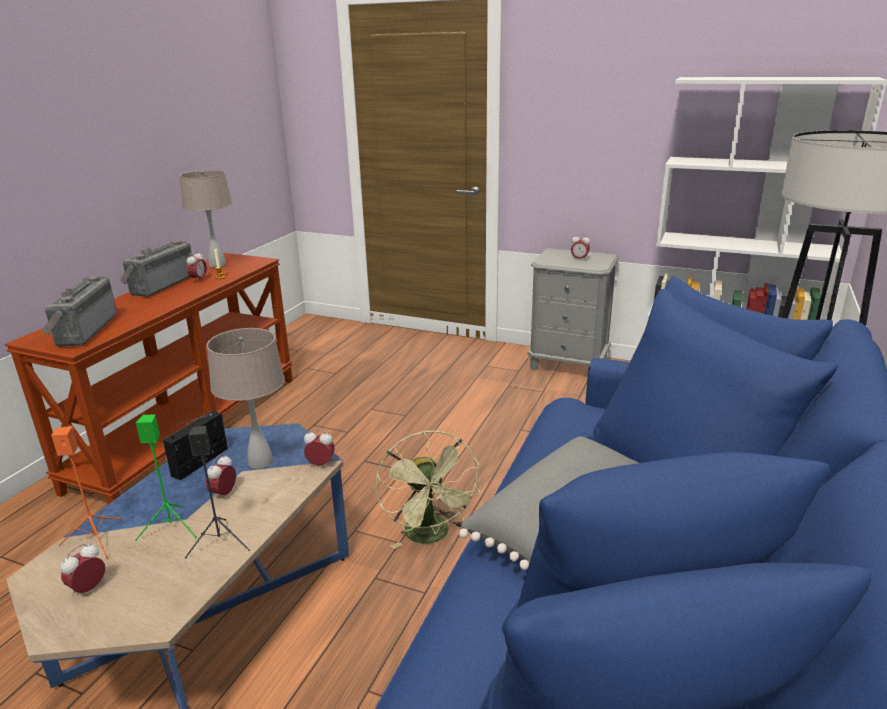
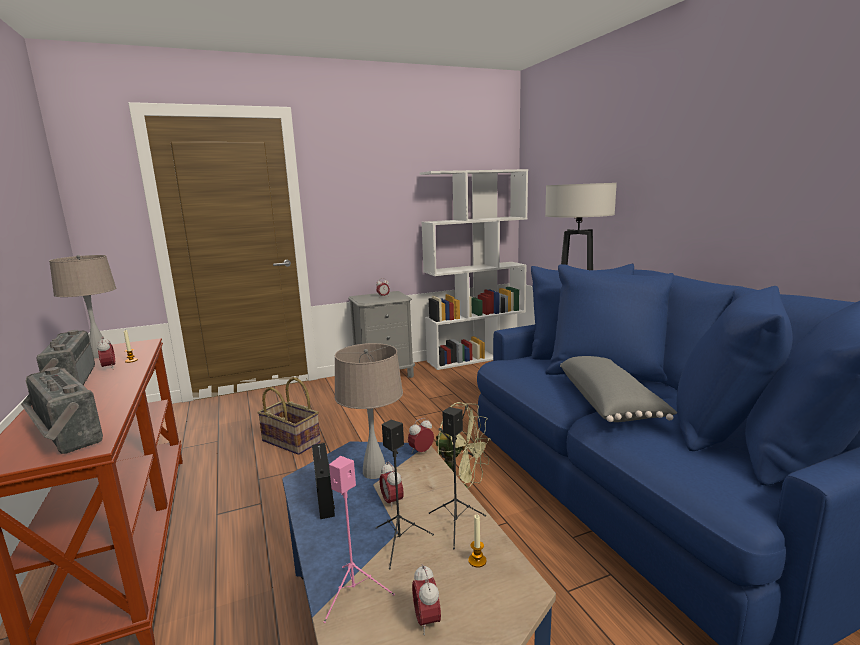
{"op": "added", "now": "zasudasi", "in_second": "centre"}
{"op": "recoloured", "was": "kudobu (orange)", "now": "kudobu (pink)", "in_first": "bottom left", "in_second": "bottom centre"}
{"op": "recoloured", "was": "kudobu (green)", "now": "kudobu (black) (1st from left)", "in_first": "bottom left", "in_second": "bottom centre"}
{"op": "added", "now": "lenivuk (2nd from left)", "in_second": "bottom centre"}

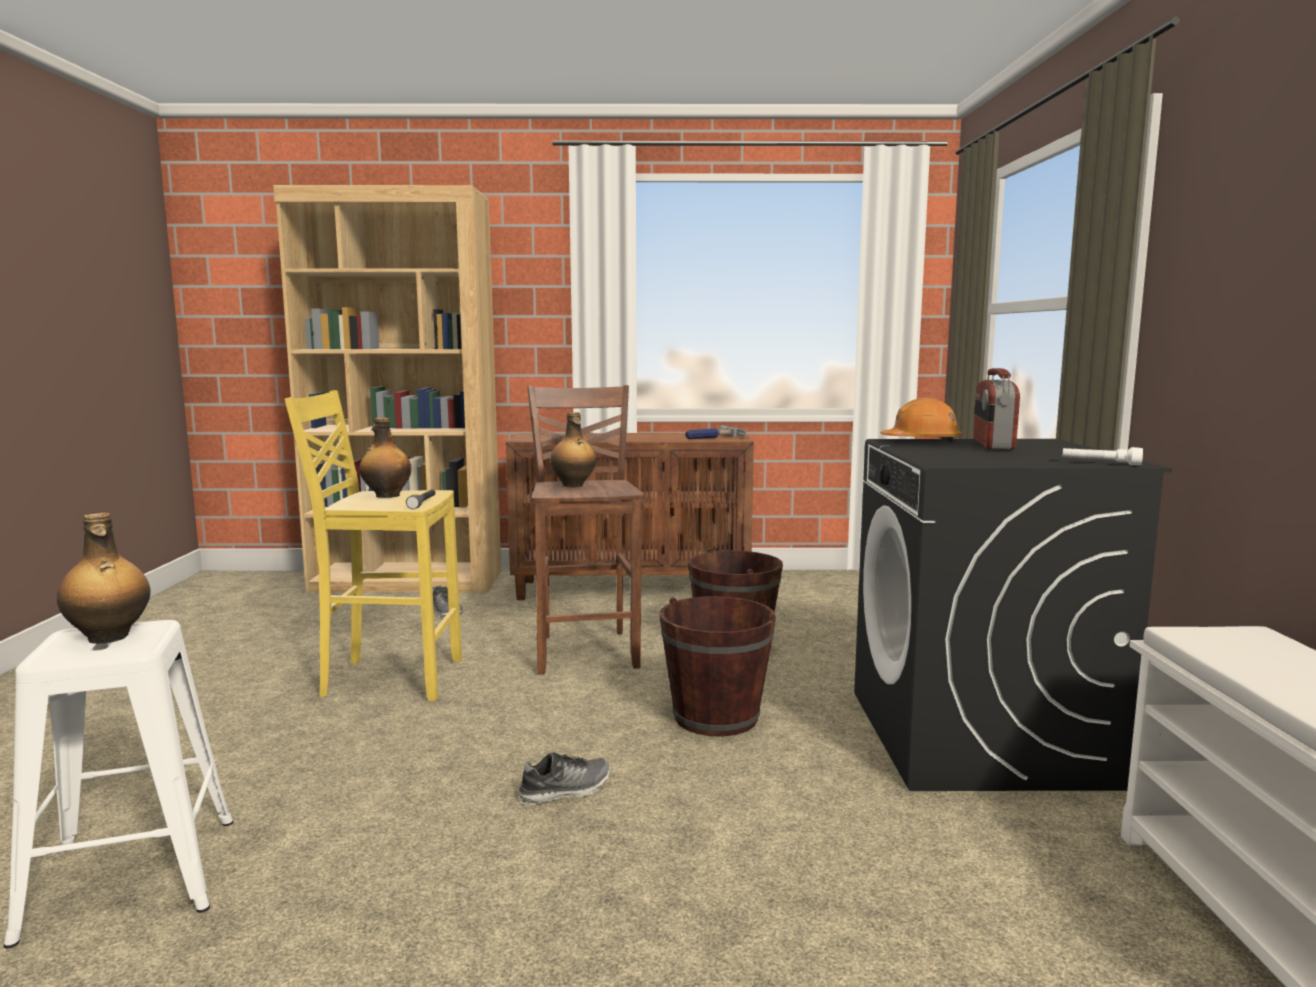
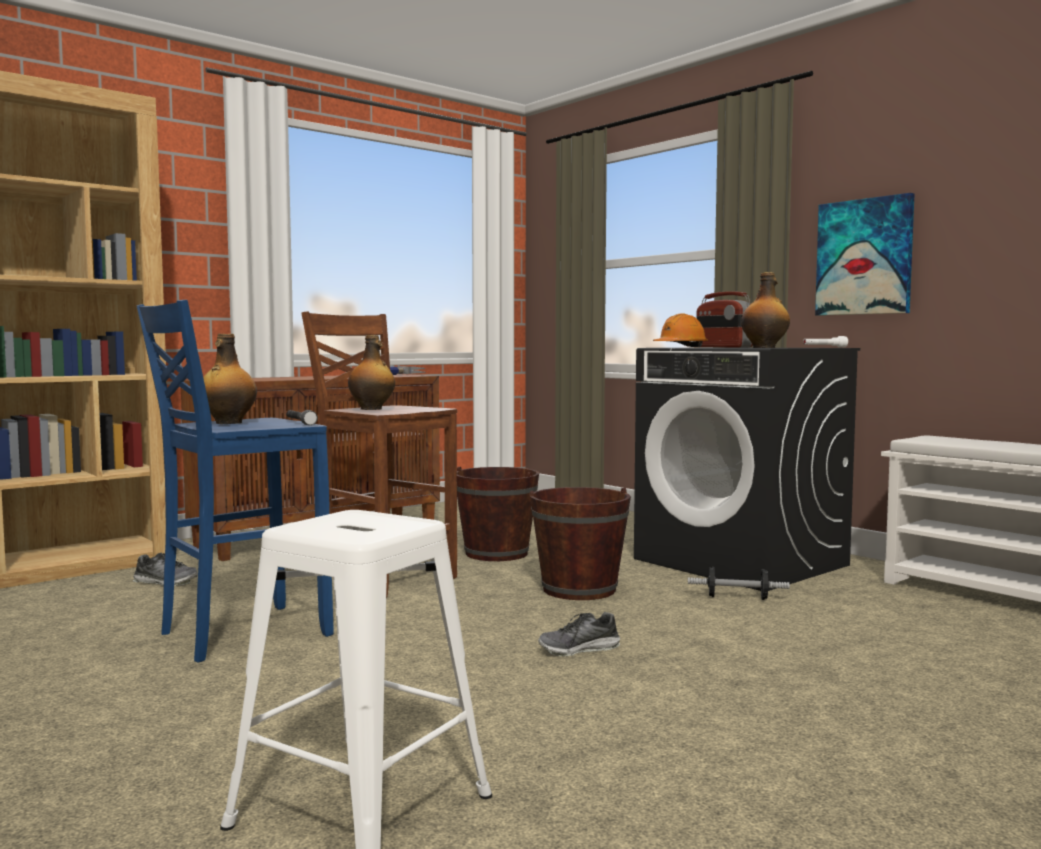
{"op": "recoloured", "was": "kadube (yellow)", "now": "kadube (blue)", "in_first": "middle left", "in_second": "middle left"}
{"op": "turned", "was": "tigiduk (2nd from left)", "in_first": "bottom centre", "in_second": "bottom centre", "clockwise": -135}
{"op": "added", "now": "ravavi", "in_second": "bottom right"}
{"op": "moved", "was": "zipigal (1st from left in the first image)", "now": "zipigal (3rd from left)", "in_first": "middle left", "in_second": "middle right"}
{"op": "added", "now": "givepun", "in_second": "top right"}

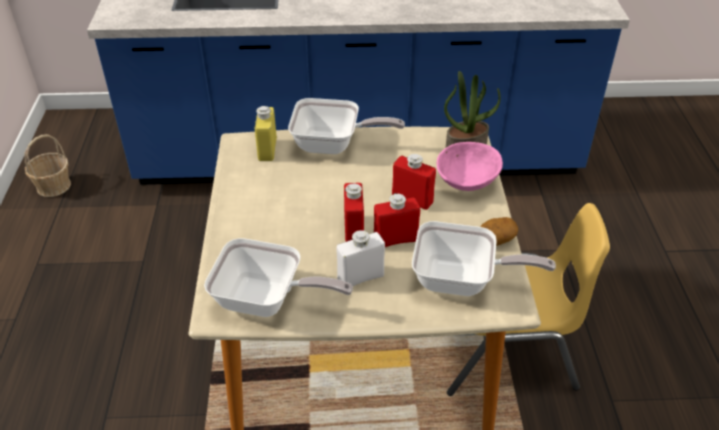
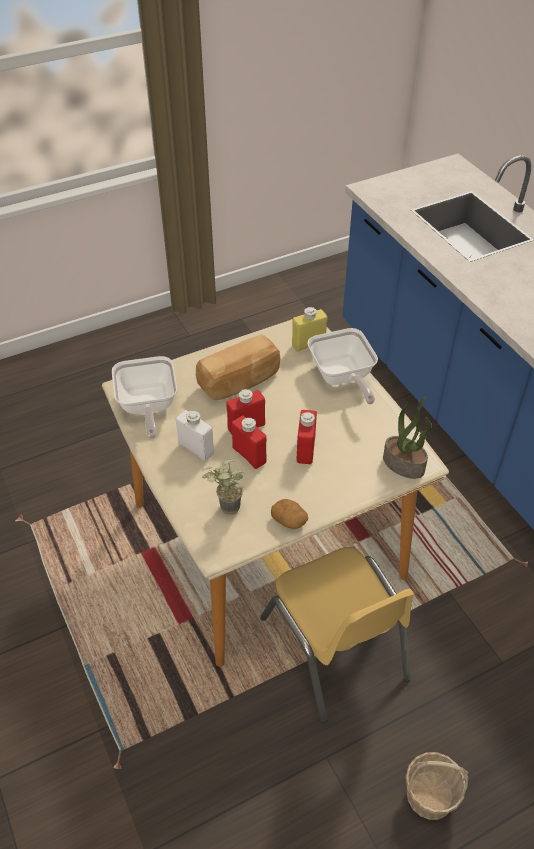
{"op": "added", "now": "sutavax", "in_second": "centre"}
{"op": "replaced", "was": "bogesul (3rd from left)", "now": "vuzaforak (1st from left)", "in_first": "middle right", "in_second": "centre"}
{"op": "moved", "was": "zasudasi", "in_first": "middle left", "in_second": "bottom right"}
{"op": "removed", "was": "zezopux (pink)", "in_first": "centre"}

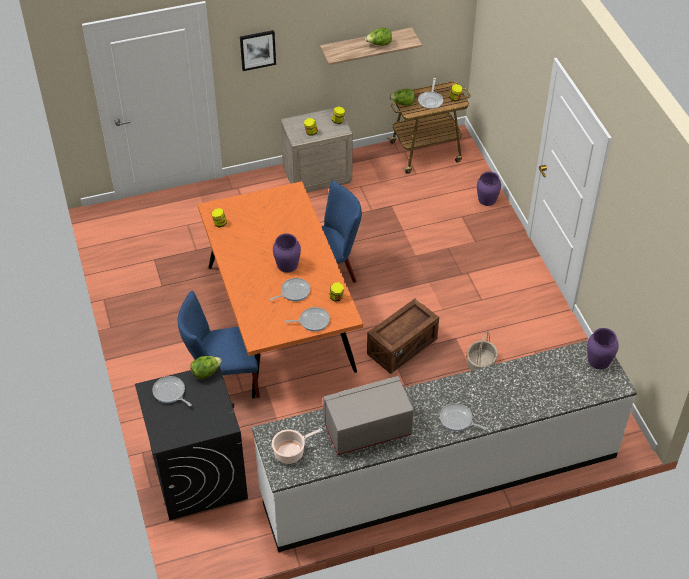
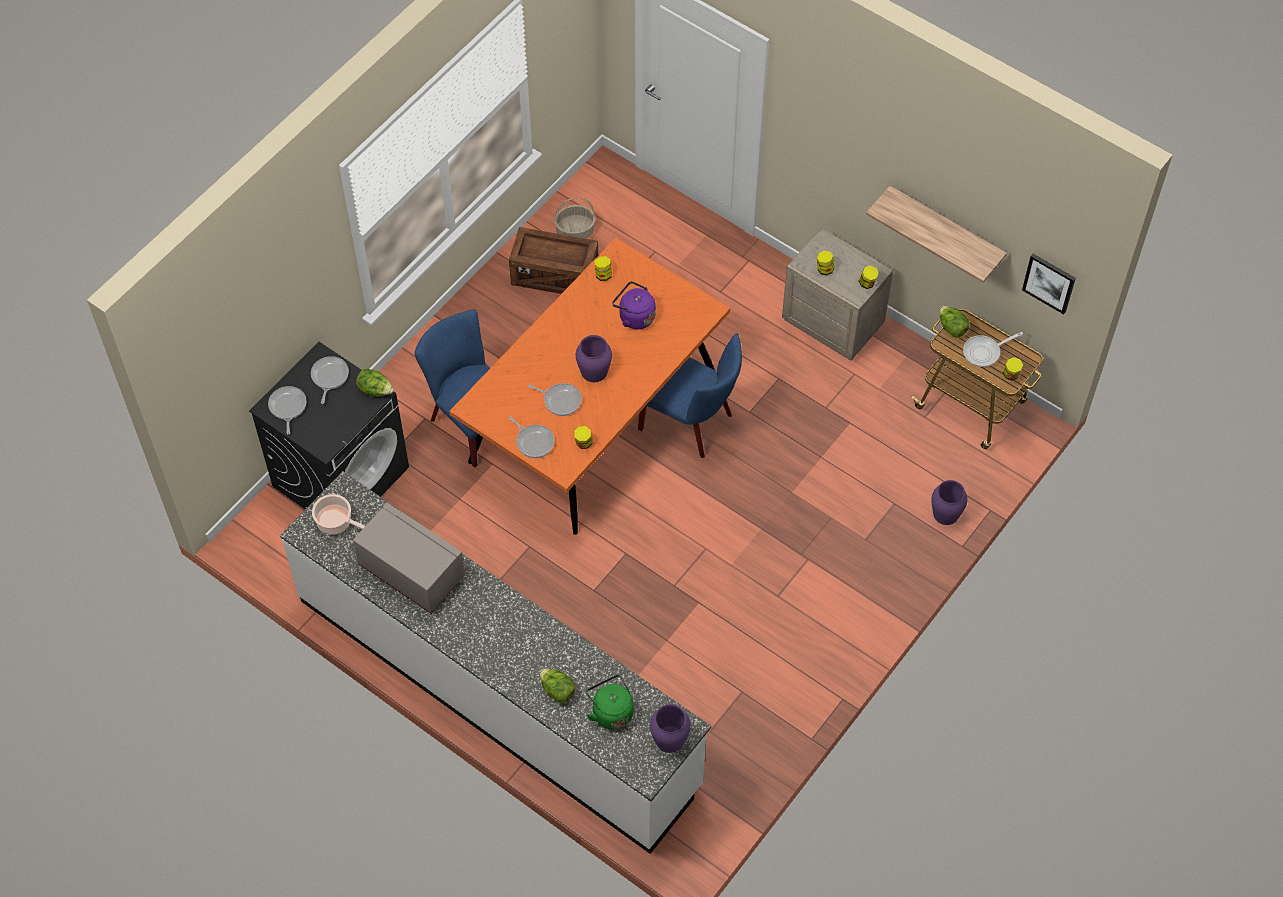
{"op": "moved", "was": "bogesul (5th from left in the first image)", "now": "bogesul (1st from left)", "in_first": "bottom right", "in_second": "middle left"}
{"op": "moved", "was": "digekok", "in_first": "centre", "in_second": "top centre"}
{"op": "moved", "was": "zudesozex (2nd from left)", "in_first": "top centre", "in_second": "bottom centre"}
{"op": "moved", "was": "zasudasi", "in_first": "middle right", "in_second": "top centre"}
{"op": "added", "now": "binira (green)", "in_second": "bottom centre"}
{"op": "added", "now": "binira (purple)", "in_second": "centre"}
{"op": "moved", "was": "givepun", "in_first": "top centre", "in_second": "top right"}

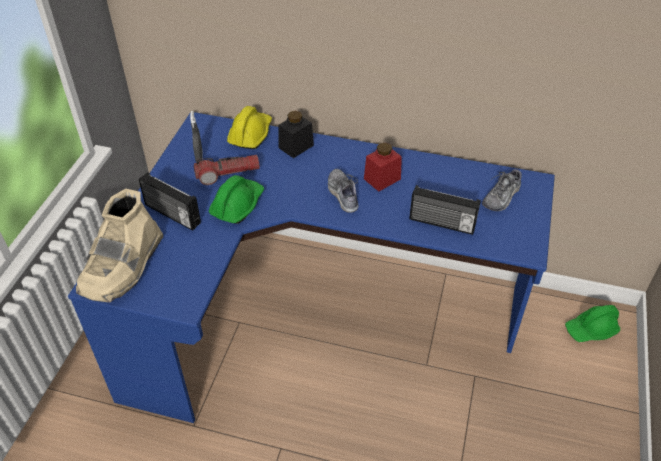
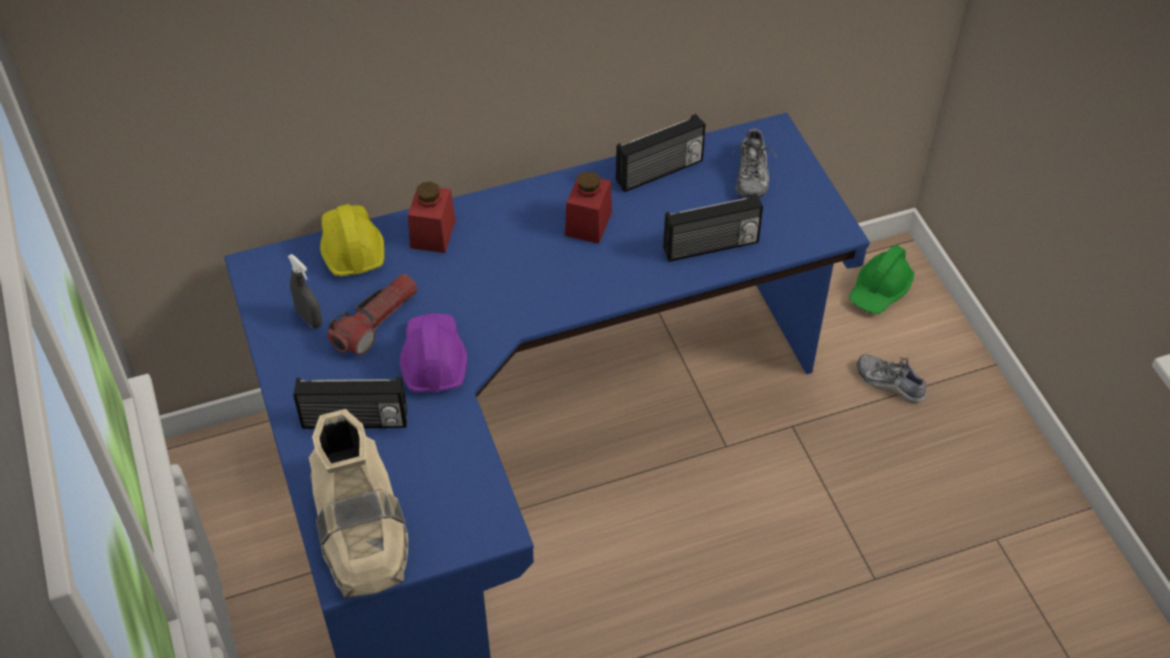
{"op": "recoloured", "was": "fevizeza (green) (1st from left)", "now": "fevizeza (purple)", "in_first": "centre", "in_second": "centre"}
{"op": "recoloured", "was": "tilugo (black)", "now": "tilugo (red) (1st from left)", "in_first": "top centre", "in_second": "top centre"}
{"op": "added", "now": "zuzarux (2nd from left)", "in_second": "top centre"}
{"op": "moved", "was": "tigiduk (1st from left in the first image)", "now": "tigiduk (2nd from left)", "in_first": "centre", "in_second": "middle right"}

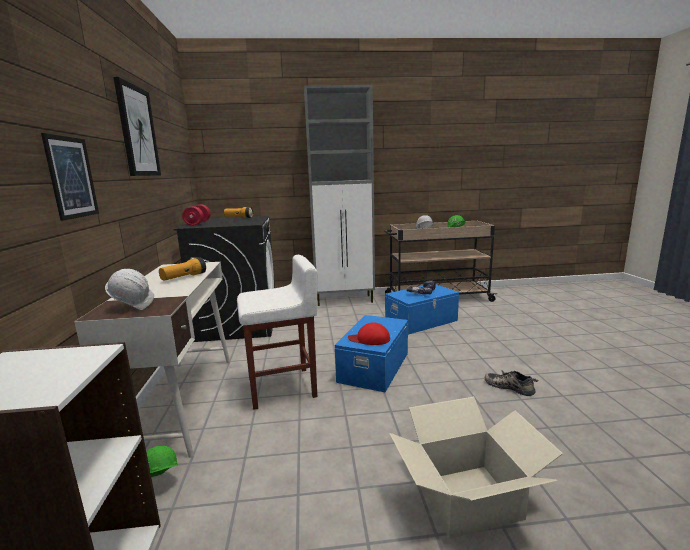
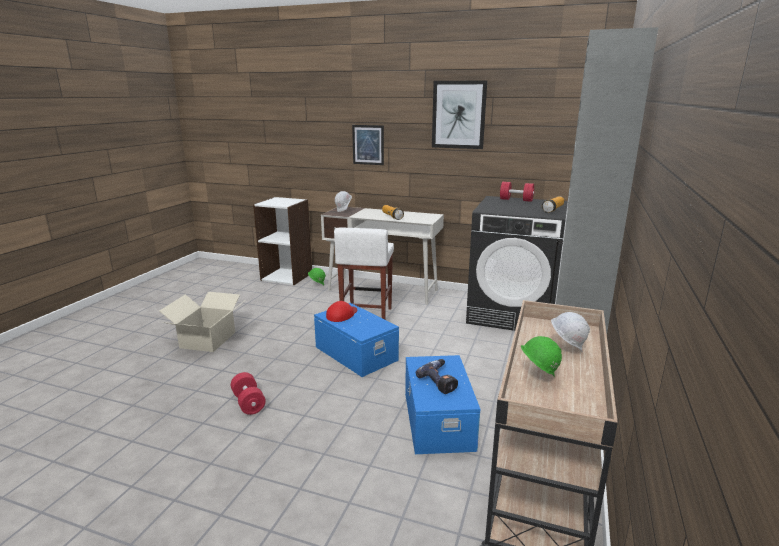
{"op": "replaced", "was": "tigiduk", "now": "ravavi (red) (1st from left)", "in_first": "bottom right", "in_second": "bottom left"}

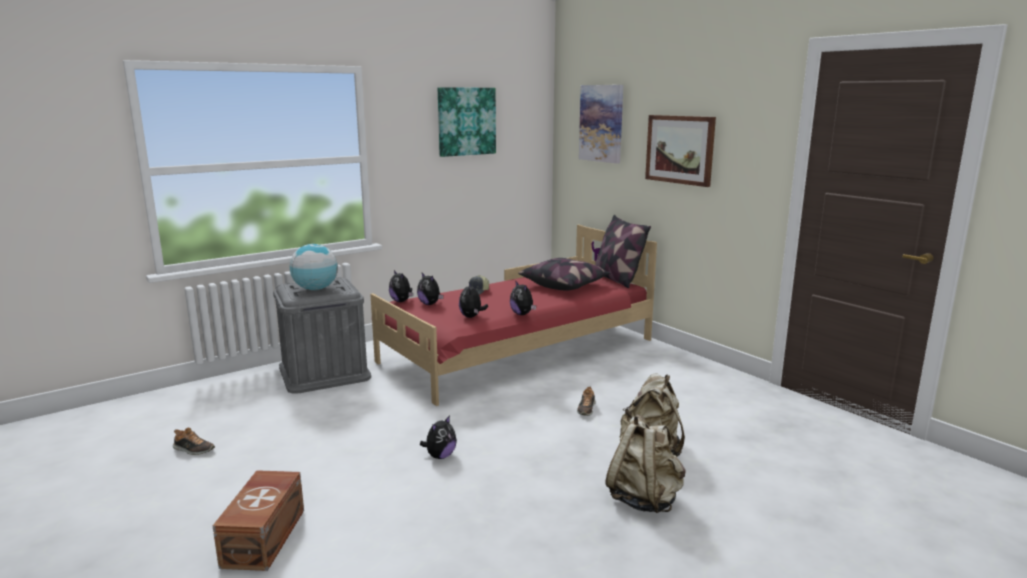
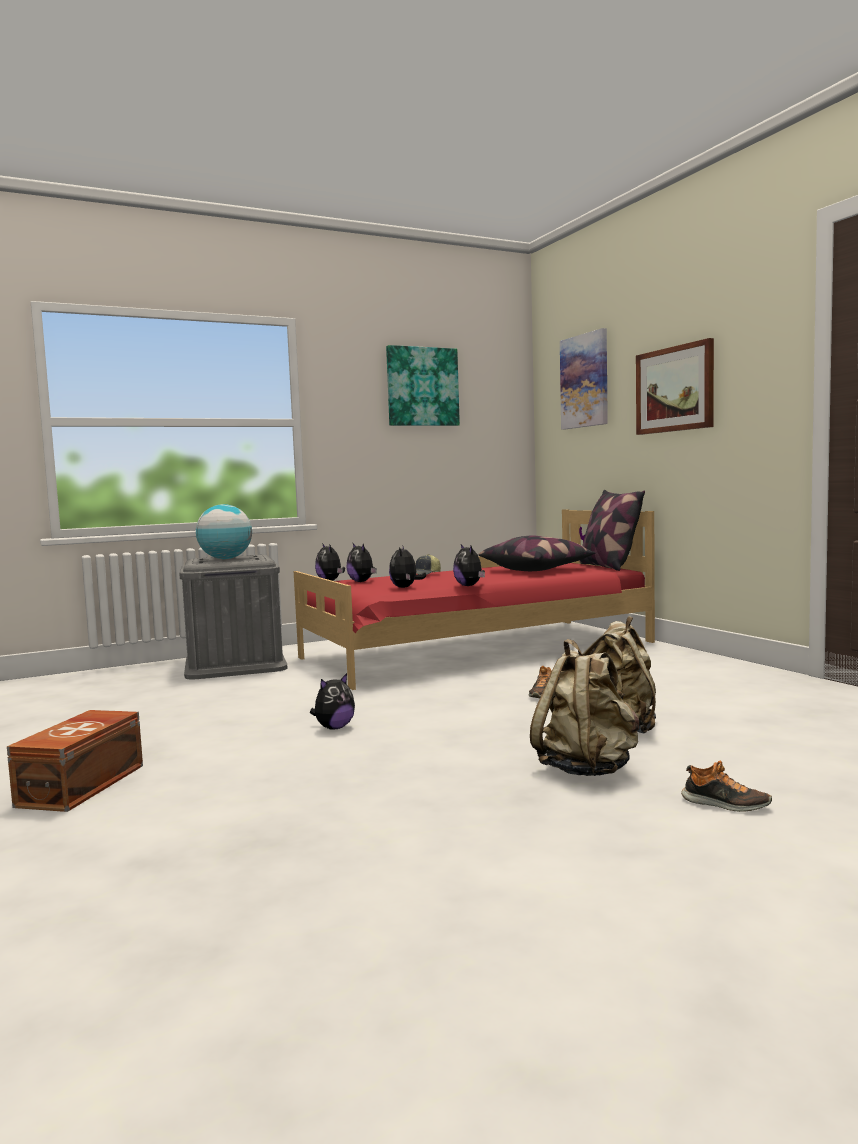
{"op": "moved", "was": "tigiduk (1st from left in the first image)", "now": "tigiduk (2nd from left)", "in_first": "bottom left", "in_second": "bottom right"}

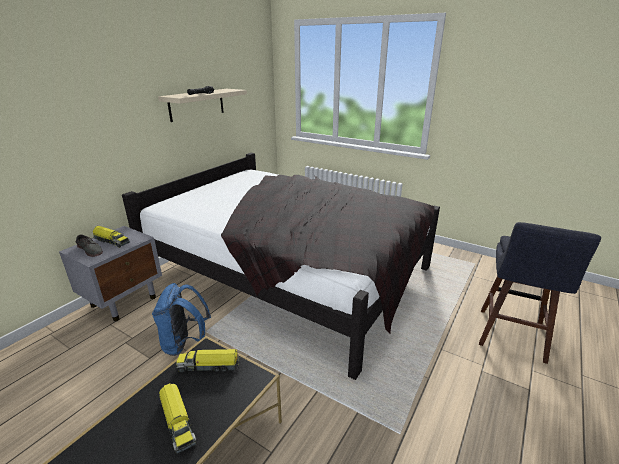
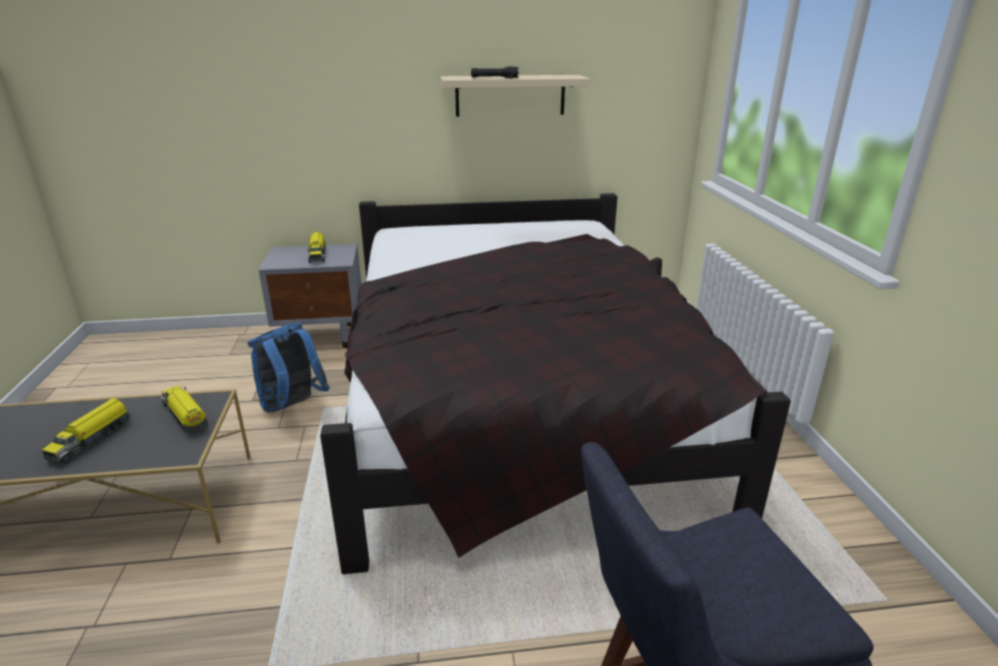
{"op": "removed", "was": "tigiduk (grey)", "in_first": "middle left"}

